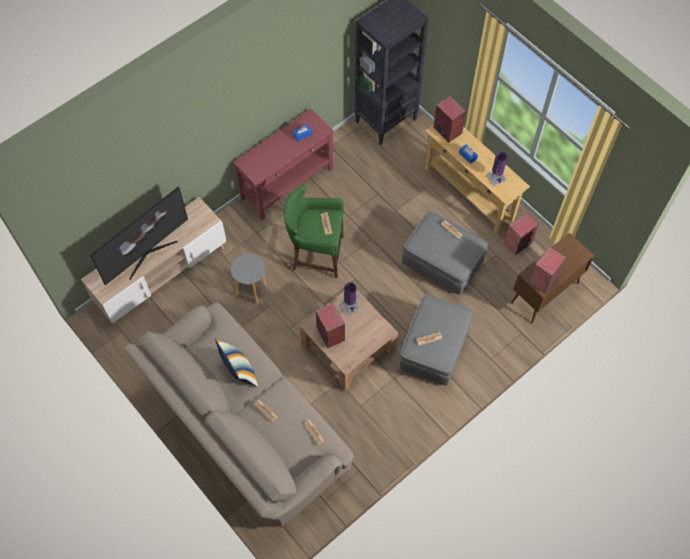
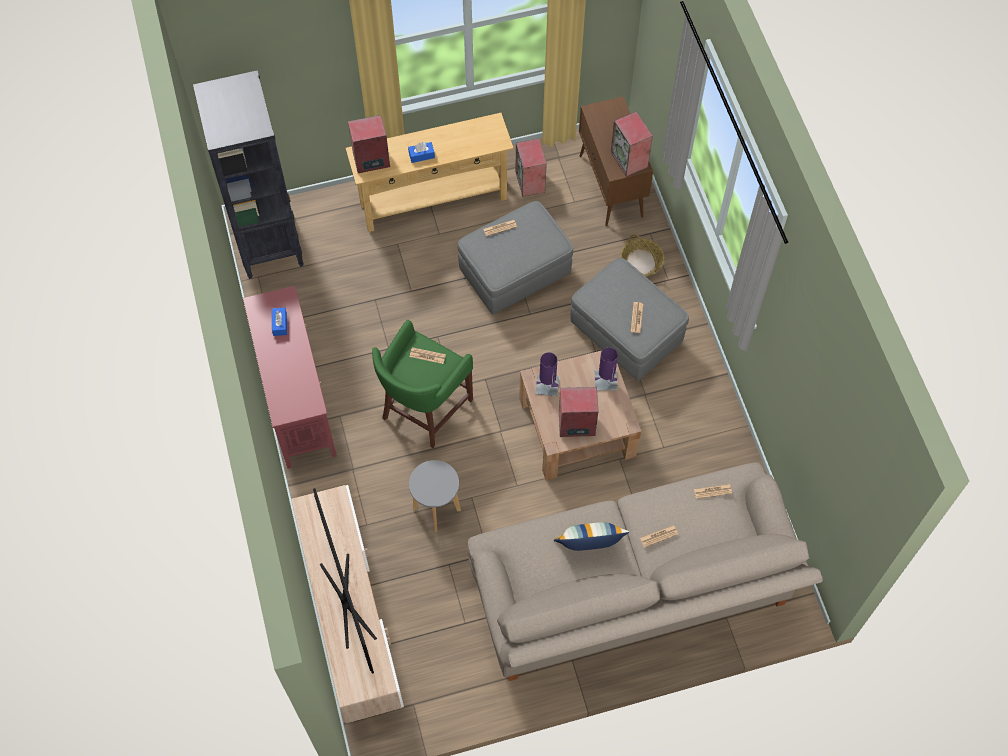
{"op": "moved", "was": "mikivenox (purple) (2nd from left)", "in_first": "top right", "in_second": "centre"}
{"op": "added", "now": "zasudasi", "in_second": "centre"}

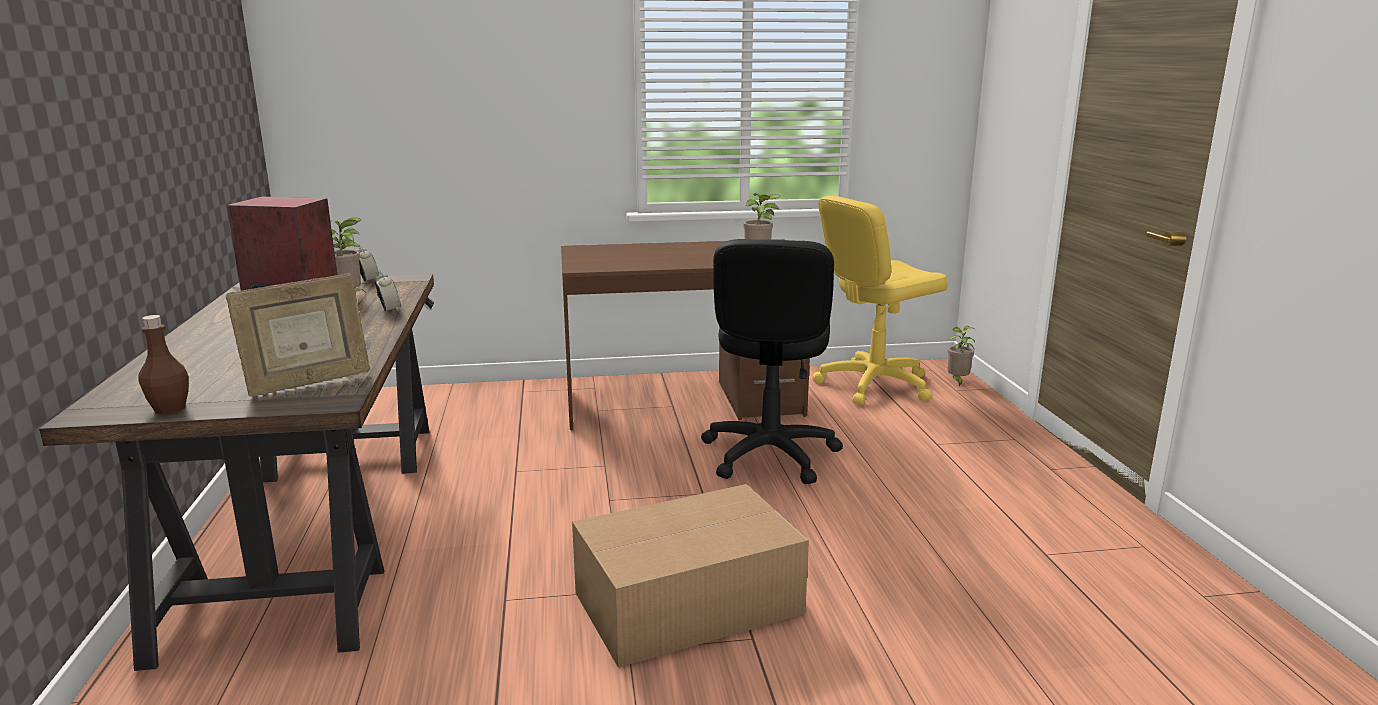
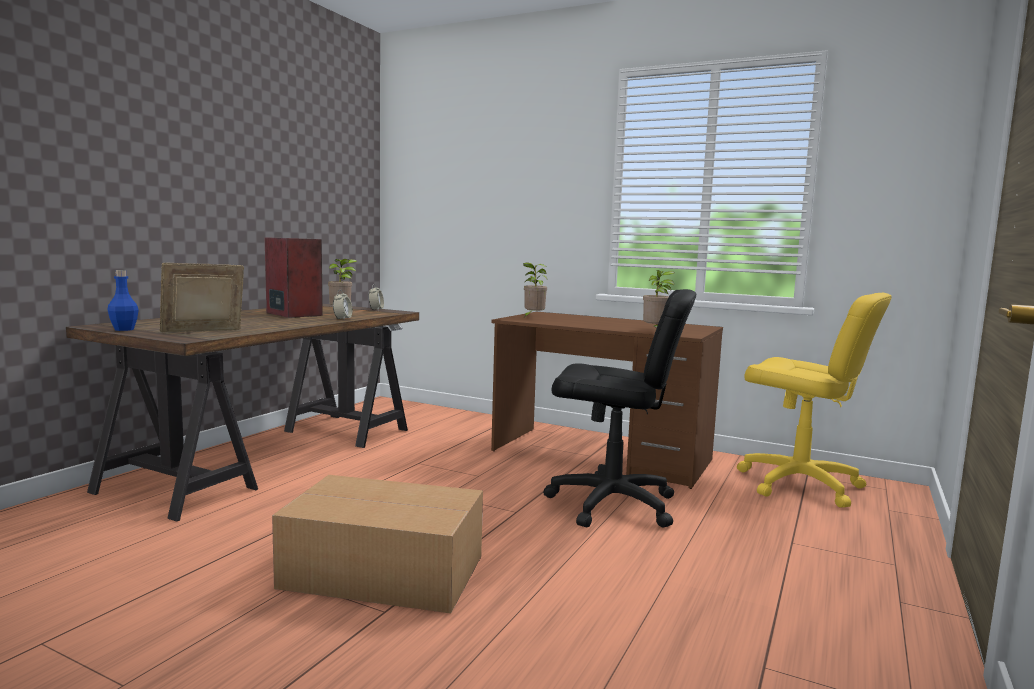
{"op": "recoloured", "was": "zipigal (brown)", "now": "zipigal (blue)", "in_first": "middle left", "in_second": "middle left"}
{"op": "turned", "was": "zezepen", "in_first": "middle left", "in_second": "middle left", "clockwise": 135}
{"op": "moved", "was": "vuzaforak (3rd from left in the first image)", "now": "vuzaforak (2nd from left)", "in_first": "middle right", "in_second": "centre"}
{"op": "turned", "was": "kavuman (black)", "in_first": "centre", "in_second": "centre", "clockwise": -120}
{"op": "turned", "was": "kavuman (yellow)", "in_first": "centre", "in_second": "middle right", "clockwise": -150}

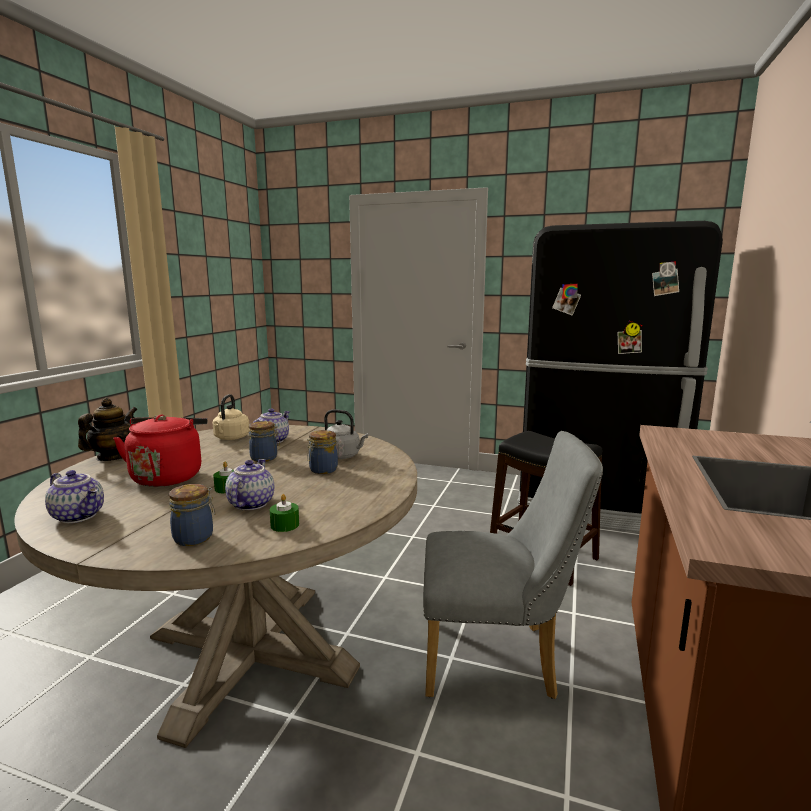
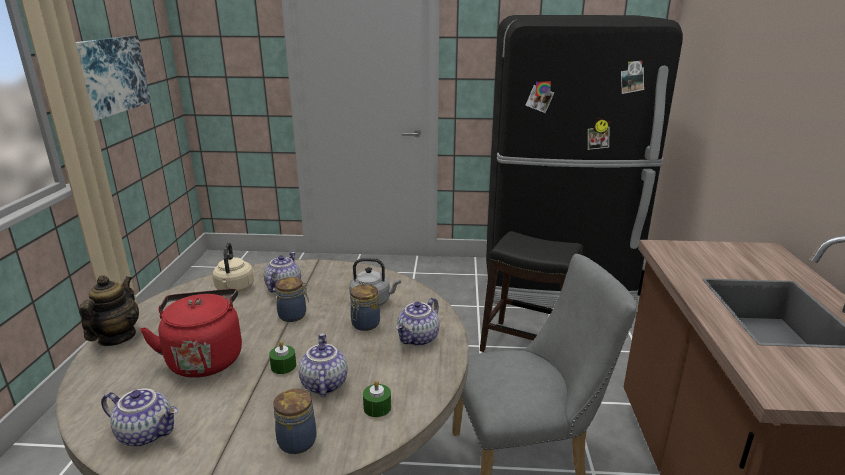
{"op": "added", "now": "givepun", "in_second": "top left"}
{"op": "added", "now": "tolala (5th from left)", "in_second": "bottom centre"}

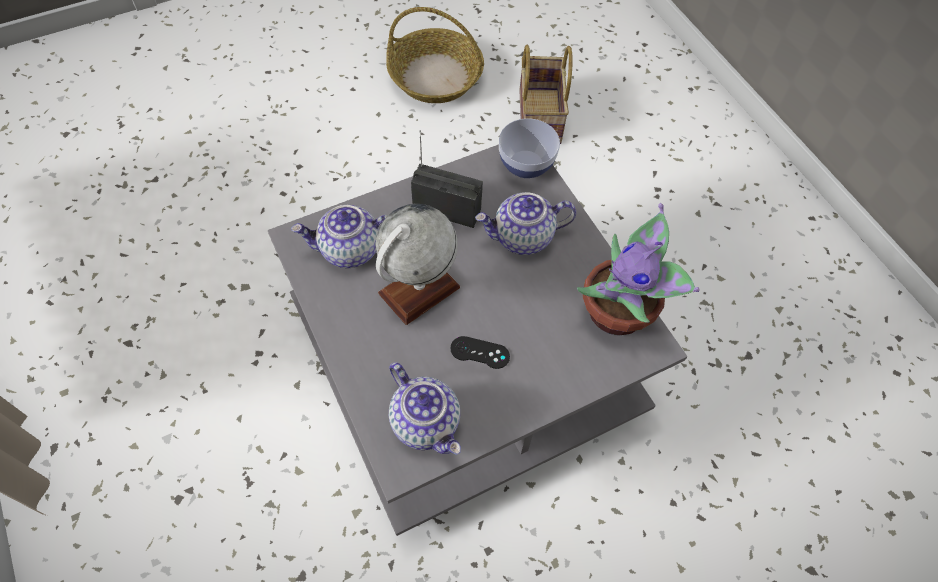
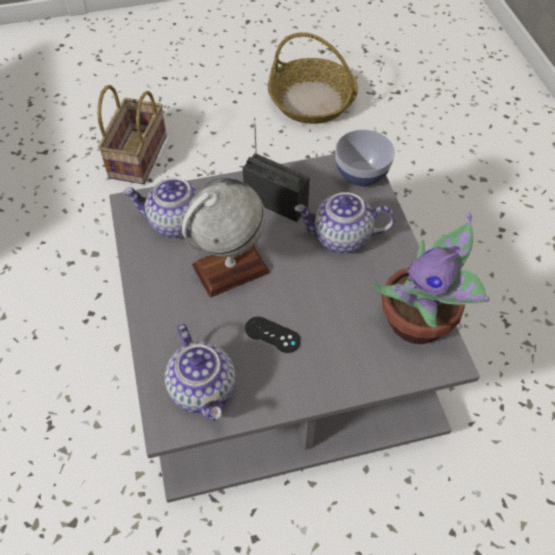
{"op": "moved", "was": "zasudasi (2nd from left in the first image)", "now": "zasudasi (1st from left)", "in_first": "top centre", "in_second": "top left"}

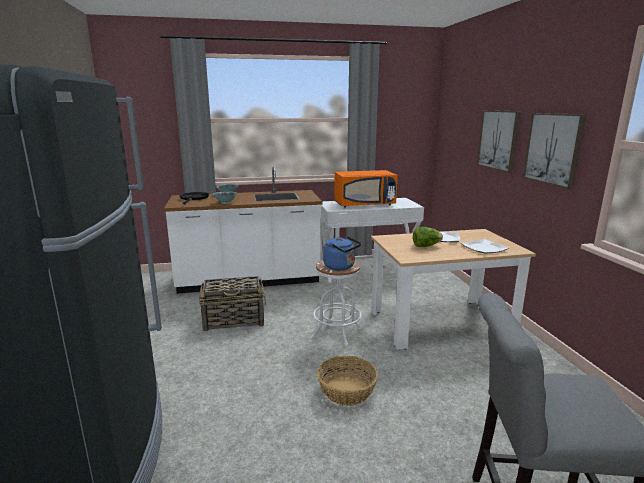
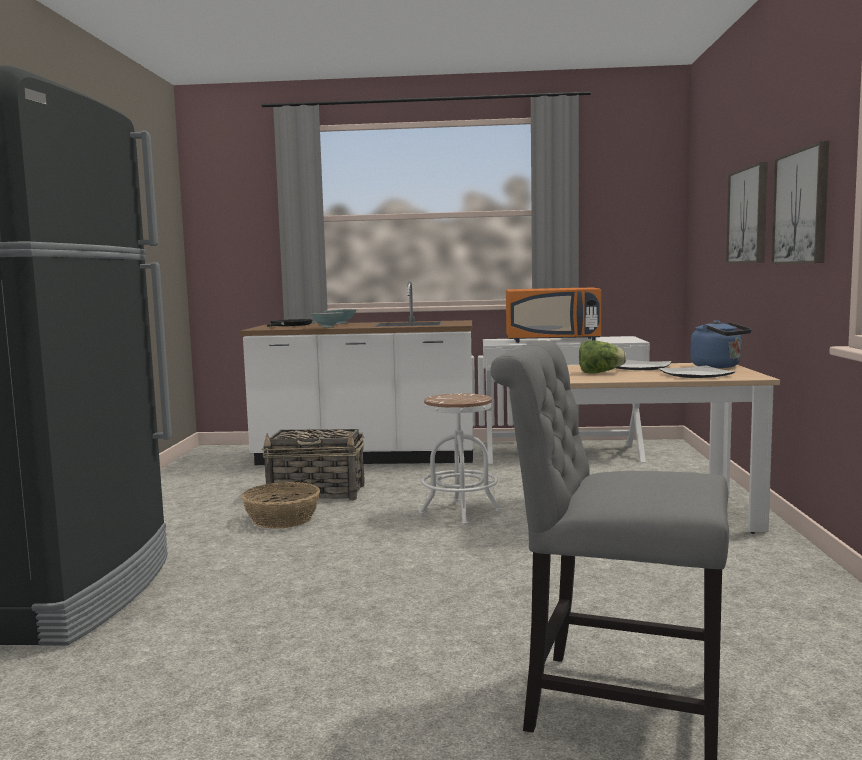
{"op": "moved", "was": "zasudasi (2nd from left in the first image)", "now": "zasudasi (1st from left)", "in_first": "bottom centre", "in_second": "middle left"}
{"op": "moved", "was": "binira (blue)", "in_first": "centre", "in_second": "middle right"}

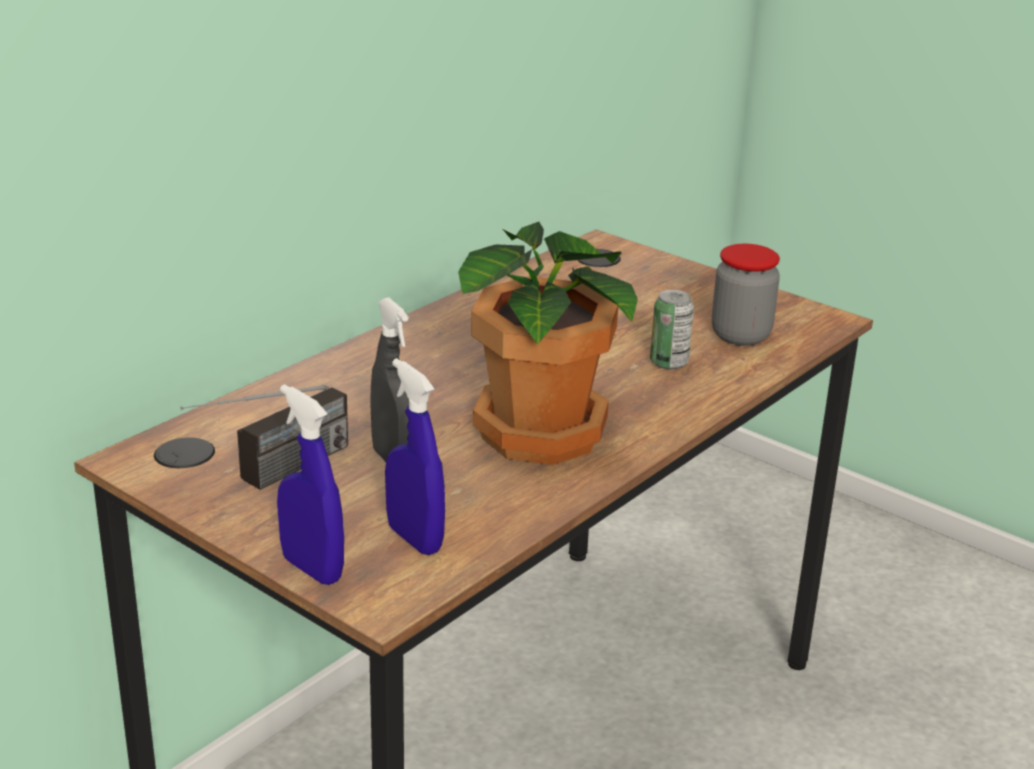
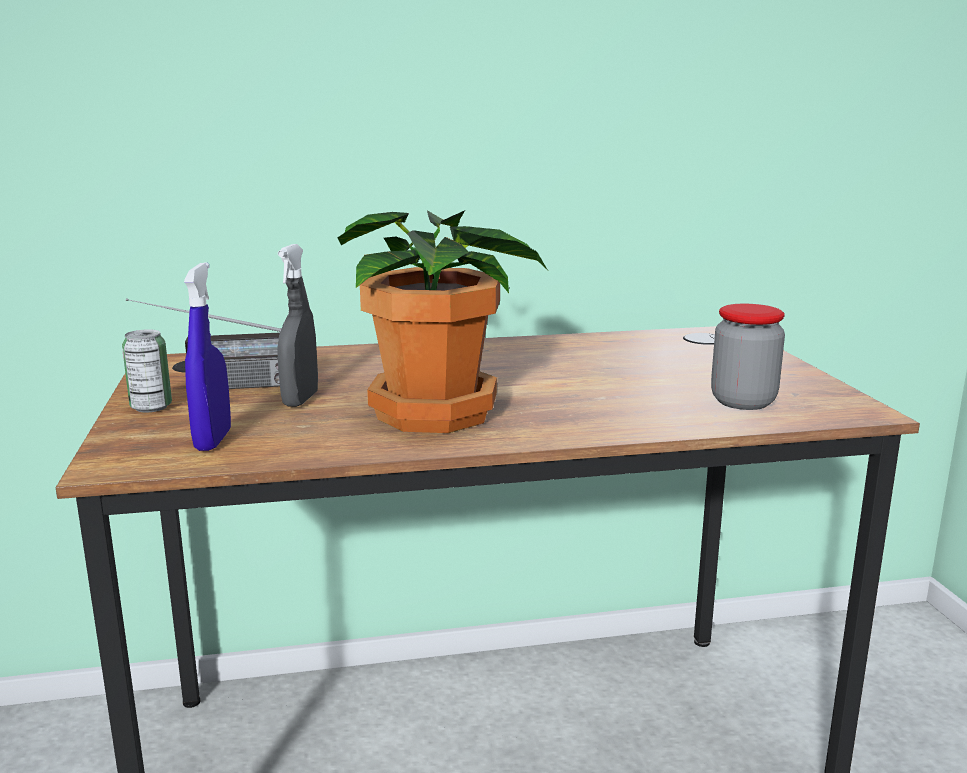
{"op": "moved", "was": "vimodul", "in_first": "centre", "in_second": "middle left"}
{"op": "removed", "was": "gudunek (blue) (1st from left)", "in_first": "middle left"}

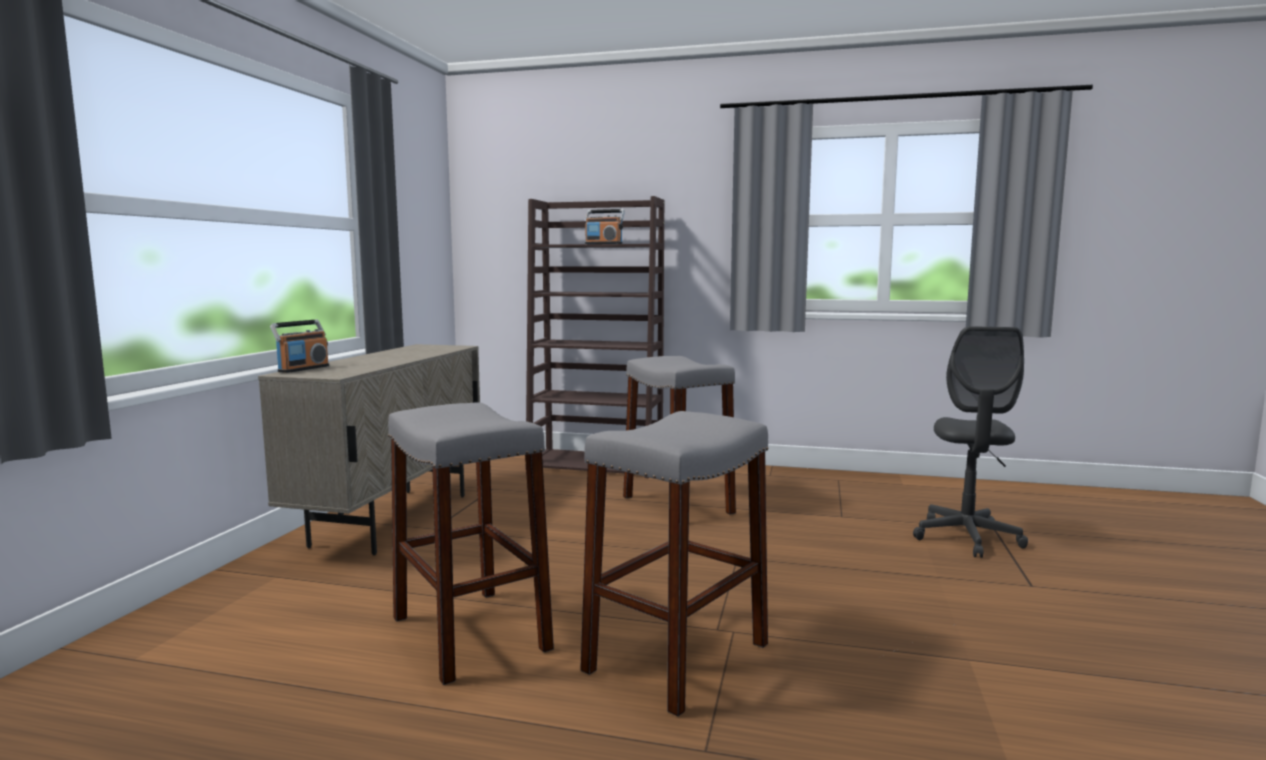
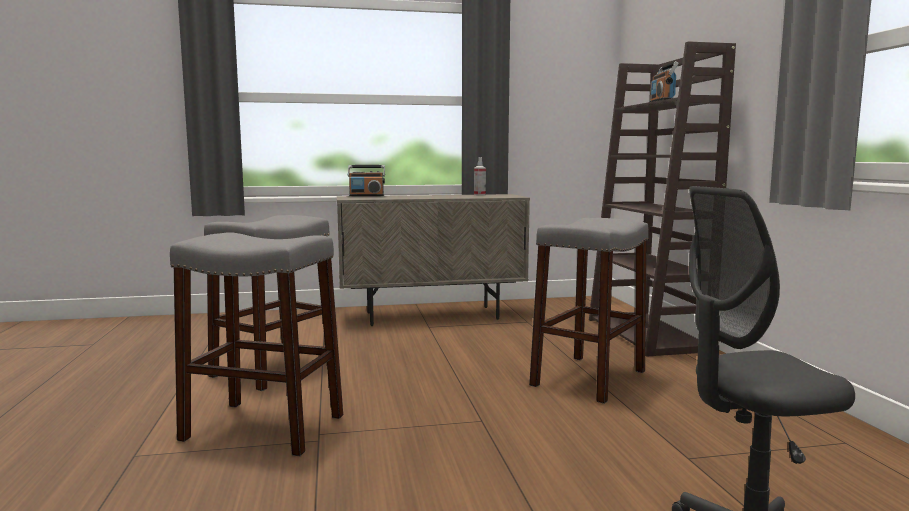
{"op": "added", "now": "gudunek", "in_second": "centre"}

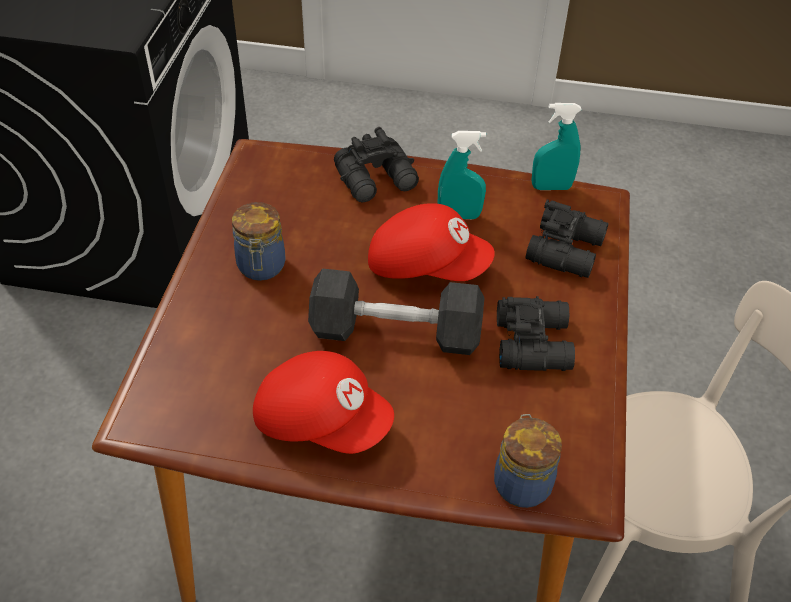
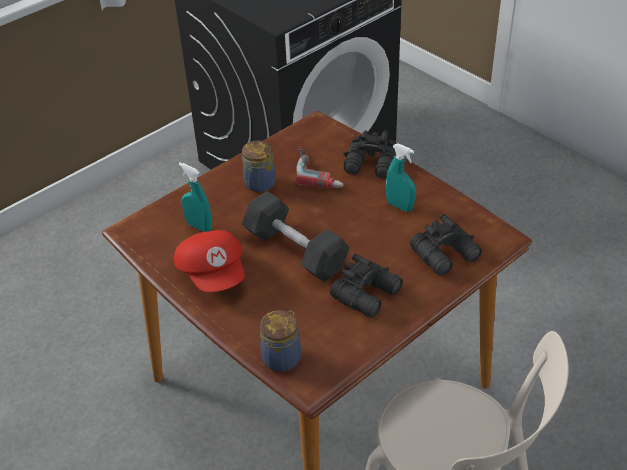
{"op": "moved", "was": "gudunek (turquoise) (2nd from left in the first image)", "now": "gudunek (turquoise) (1st from left)", "in_first": "top right", "in_second": "middle left"}
{"op": "added", "now": "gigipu", "in_second": "centre"}
{"op": "removed", "was": "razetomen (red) (2nd from left)", "in_first": "centre"}

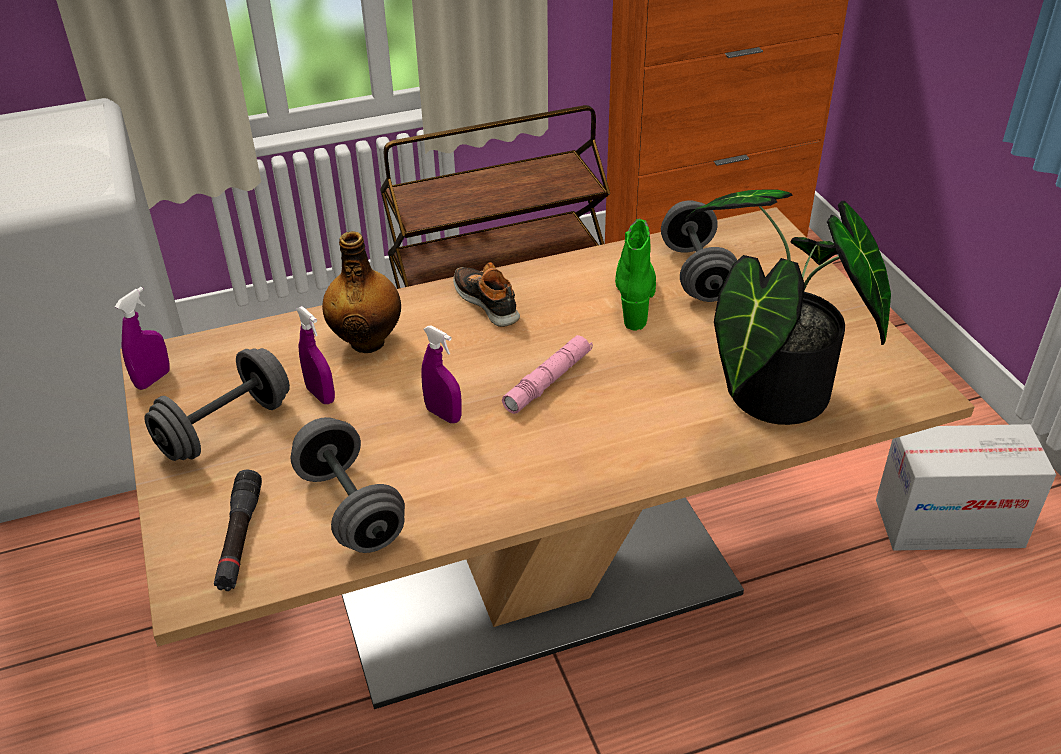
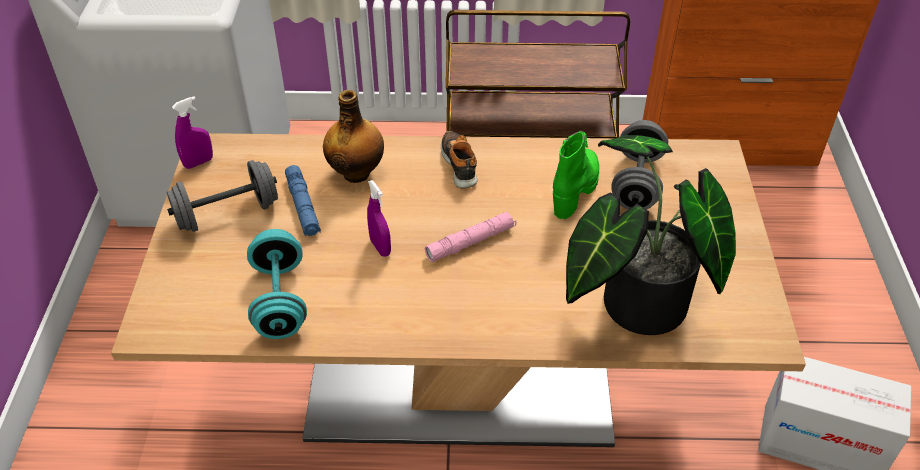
{"op": "recoloured", "was": "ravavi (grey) (2nd from left)", "now": "ravavi (turquoise)", "in_first": "middle left", "in_second": "middle left"}
{"op": "replaced", "was": "gudunek (purple) (2nd from left)", "now": "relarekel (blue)", "in_first": "middle left", "in_second": "middle left"}
{"op": "removed", "was": "relarekel (black)", "in_first": "bottom left"}

